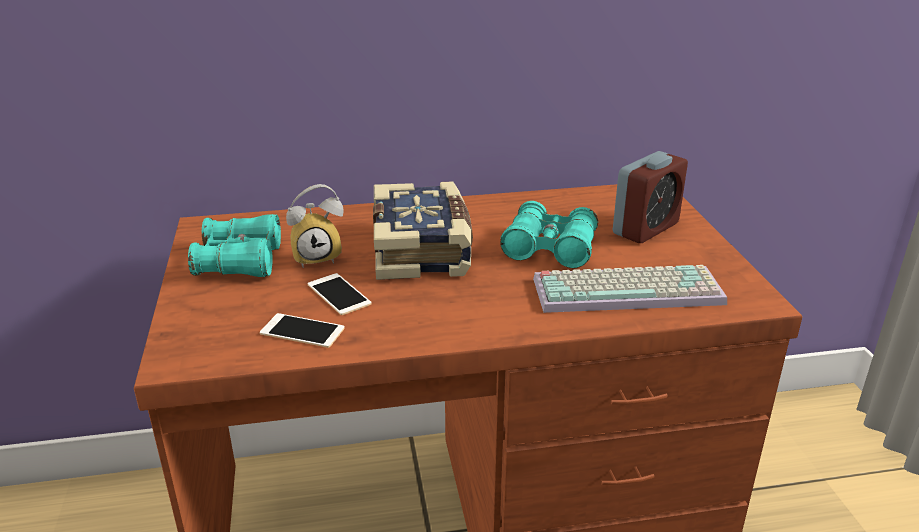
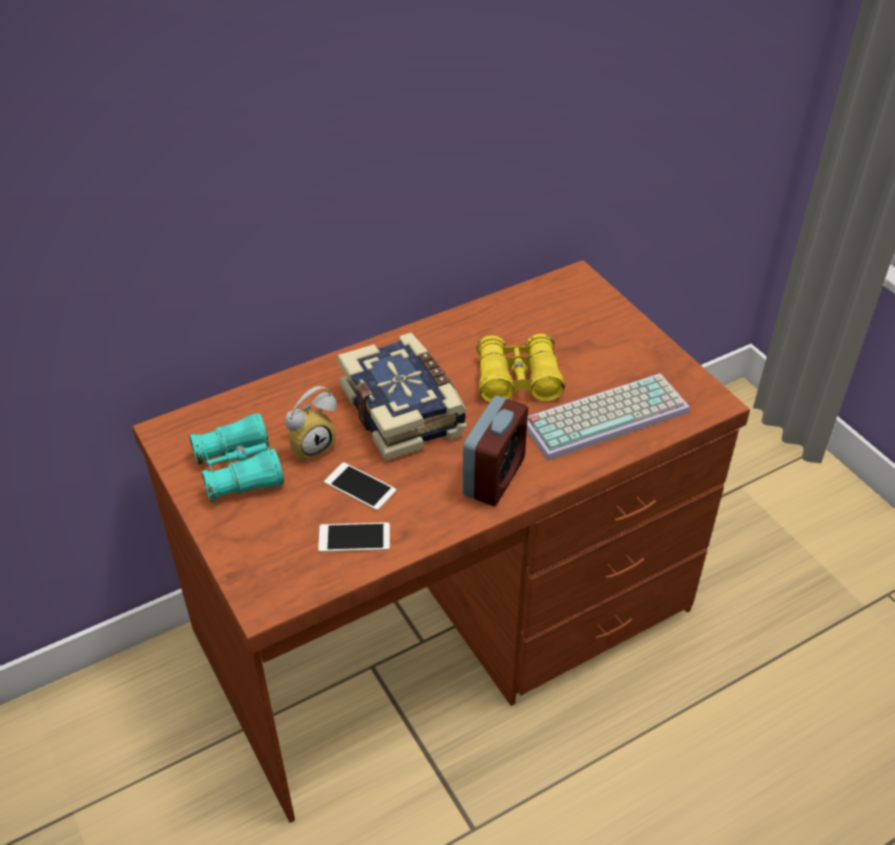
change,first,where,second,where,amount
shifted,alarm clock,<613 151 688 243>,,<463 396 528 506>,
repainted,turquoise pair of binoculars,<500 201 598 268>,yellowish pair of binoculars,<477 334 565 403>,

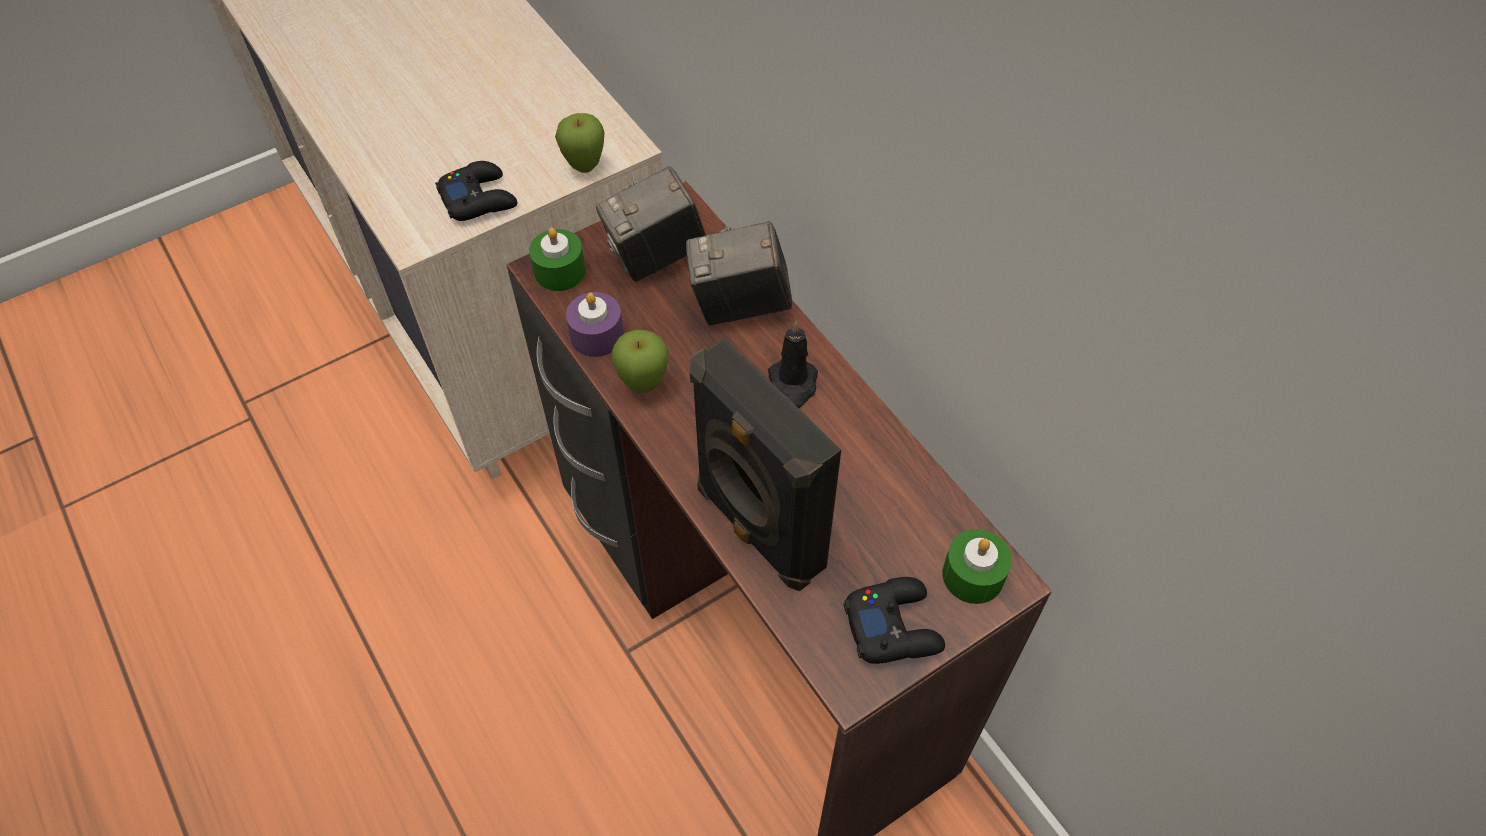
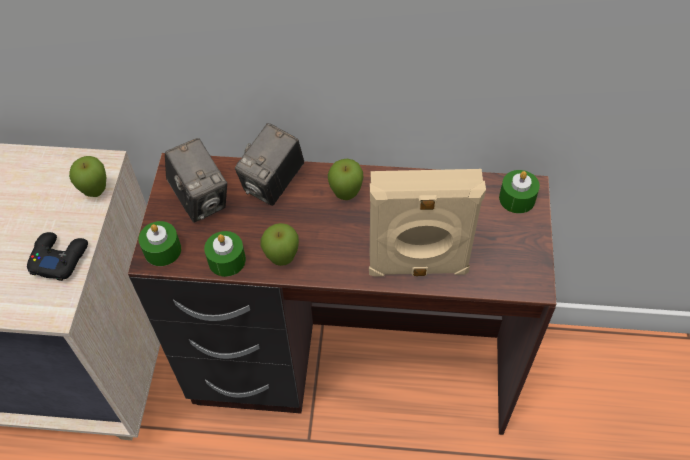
change,first,where,second,where,amount
rotated,photo camera,<596 166 706 282>,,<165 138 227 222>,45 degrees counterclockwise
repainted,purple-coloured candle,<566 292 624 357>,green-coloured candle,<204 231 246 277>,
swapped,black-coloured candle,<768 321 818 408>,whole apple,<328 159 363 200>,
repainted,black-coloured loudspeaker,<690 338 841 592>,beige loudspeaker,<369 169 486 276>,
gone,black-coloured gamepad,<844 577 945 664>,,,

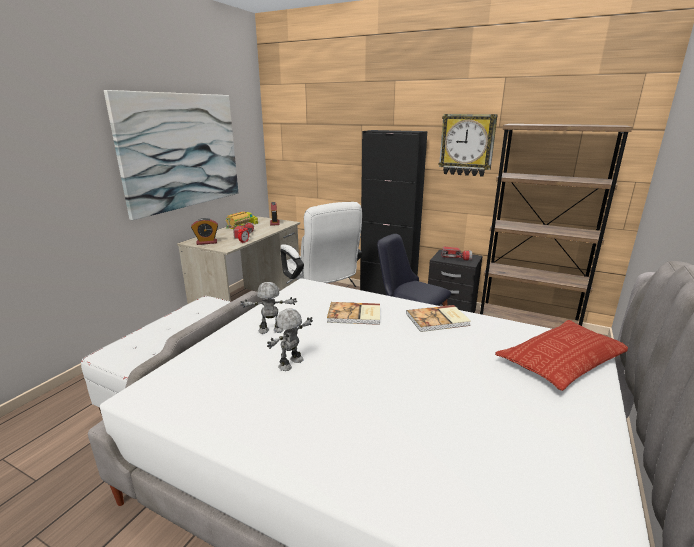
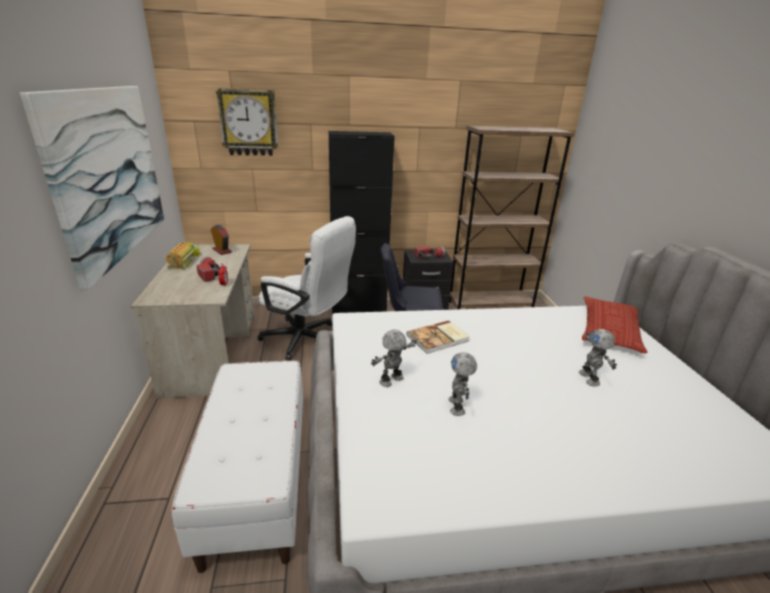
change,first,where,second,where,amount
shifted,hanging clock,<439 114 498 177>,,<216 88 278 156>,
new,,,model robot,<579 329 617 386>,
gone,alarm clock,<191 218 218 245>,,,
gone,volume,<406 305 471 332>,,,

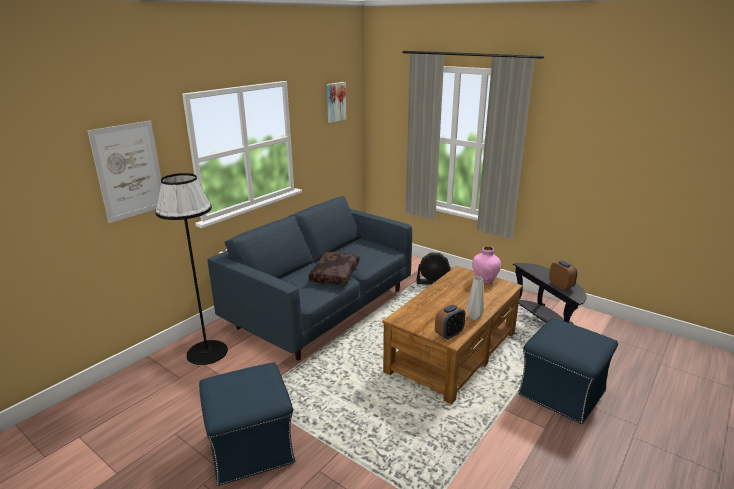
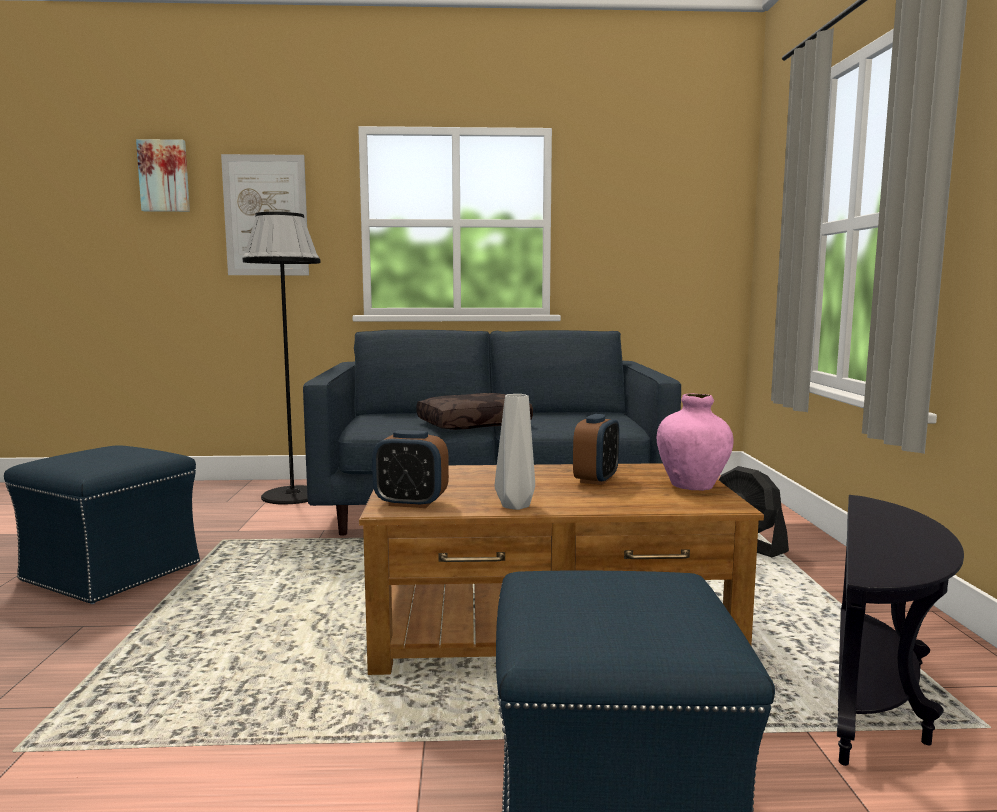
change,first,where,second,where,amount
shifted,picture,<327 82 346 123>,,<136 139 190 212>,
shifted,alarm clock,<549 261 577 290>,,<573 414 620 485>,

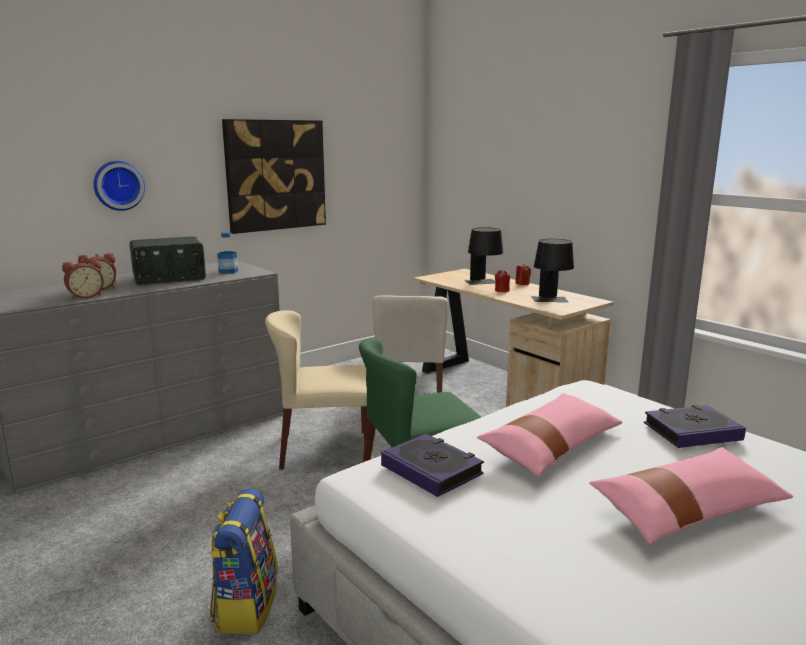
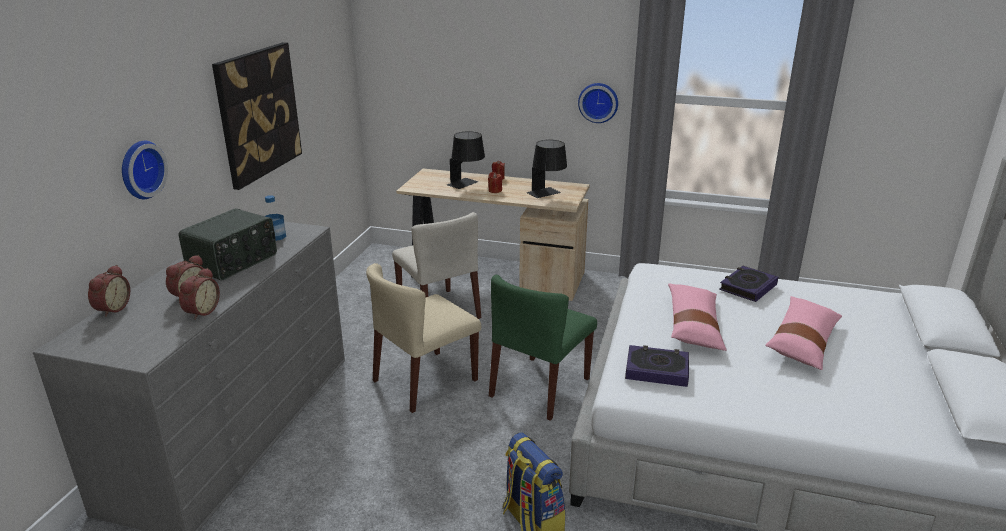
change,first,where,second,where,amount
new,,,alarm clock,<88 265 130 317>,
new,,,hanging clock,<578 83 618 123>,

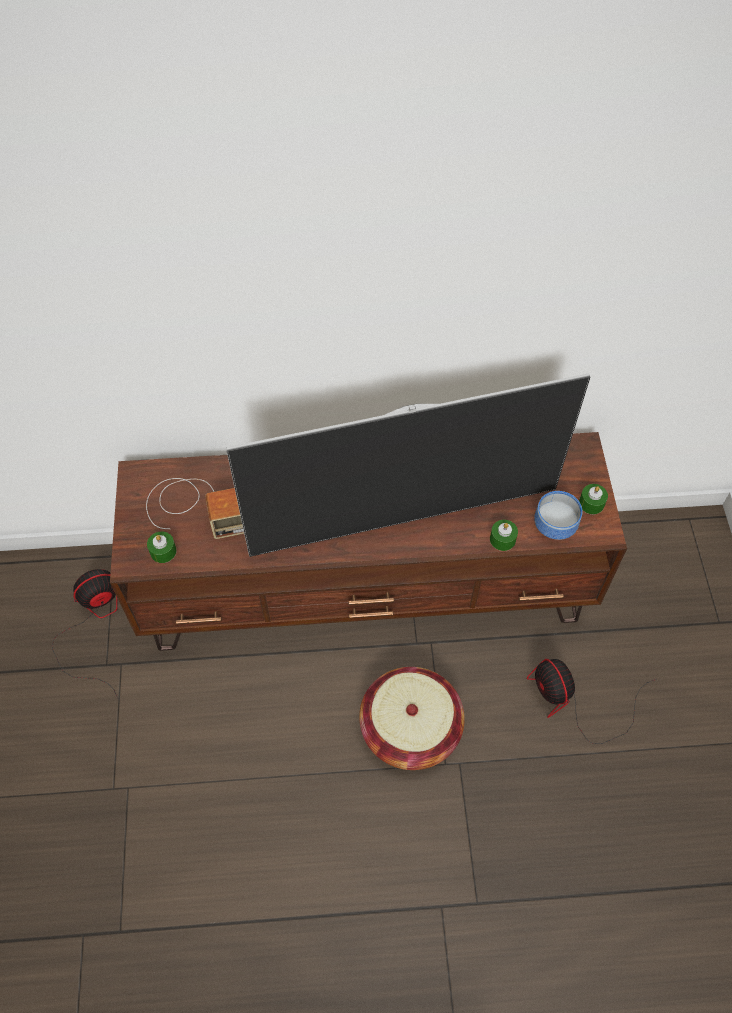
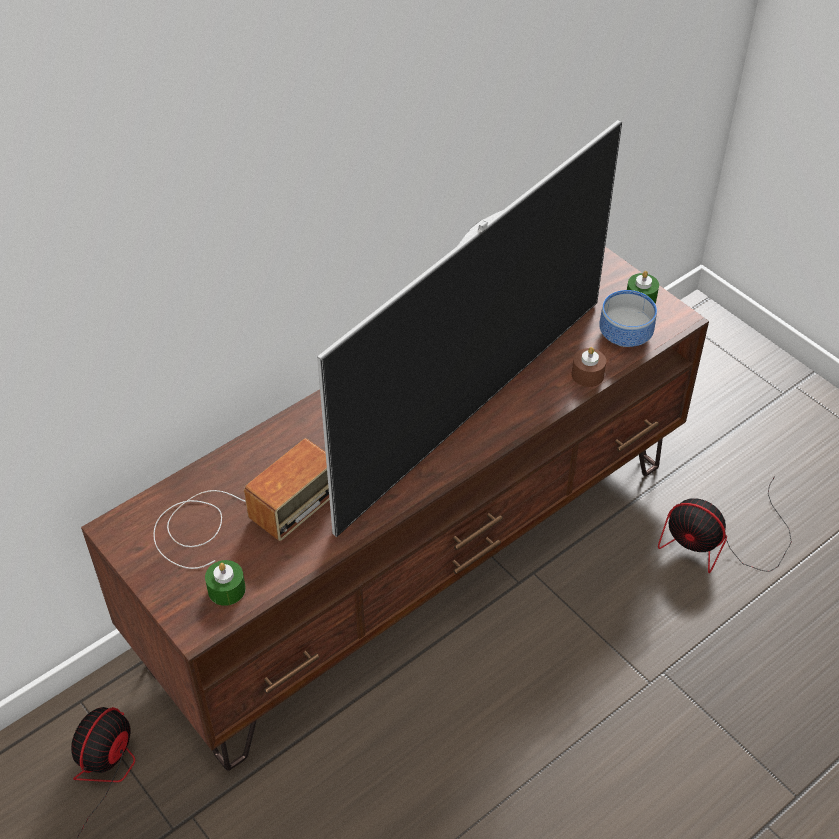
change,first,where,second,where,amount
repainted,green-coloured candle,<490 520 518 551>,brown-coloured candle,<572 347 606 387>,
gone,storage basket,<359 667 465 770>,,,

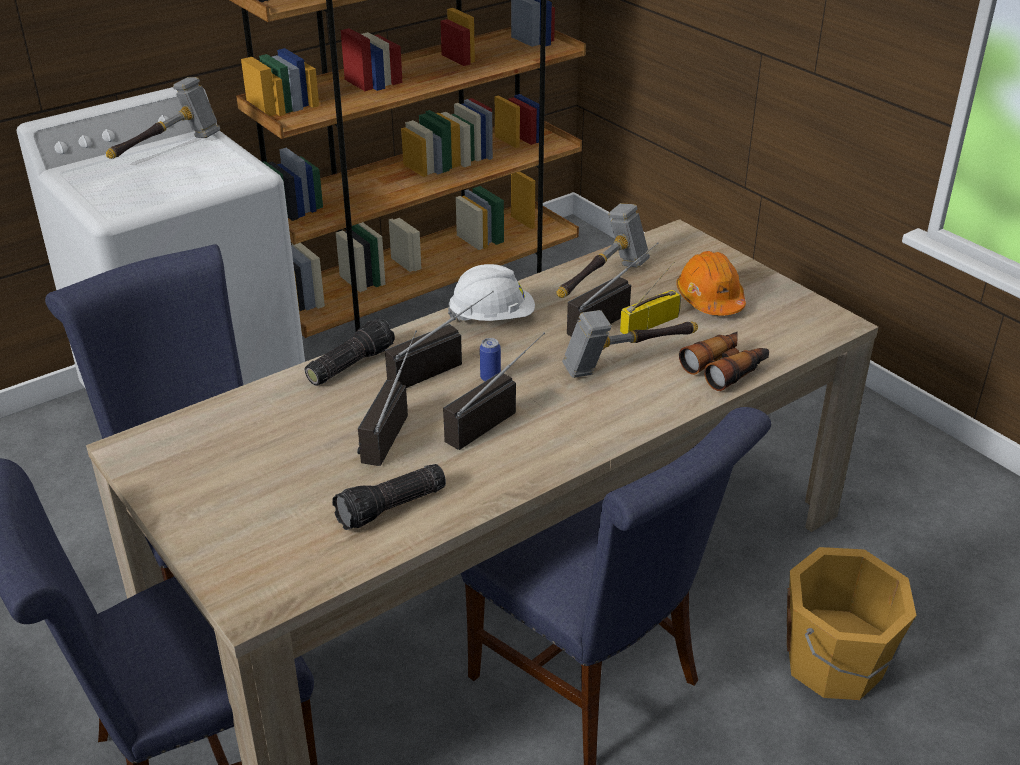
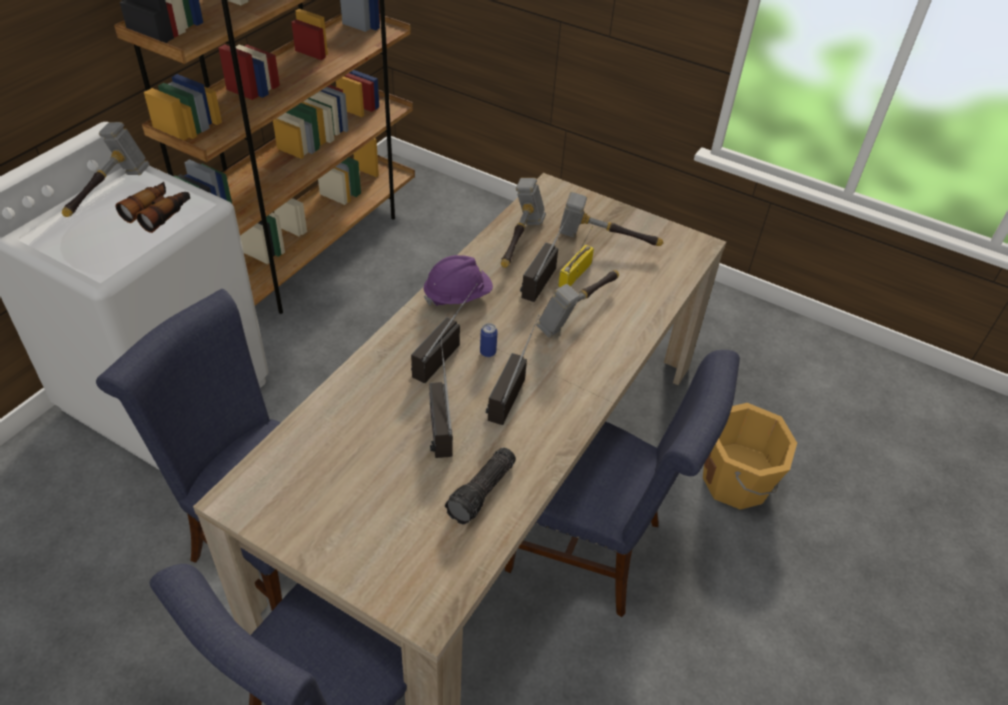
change,first,where,second,where,amount
shifted,pair of binoculars,<679 332 769 391>,,<116 182 190 233>,
repainted,whitish safety helmet,<448 264 535 321>,purple-coloured safety helmet,<423 255 493 306>,
swapped,orangey safety helmet,<676 251 746 316>,hammer,<559 192 664 246>,
gone,hand torch,<305 318 395 386>,,,

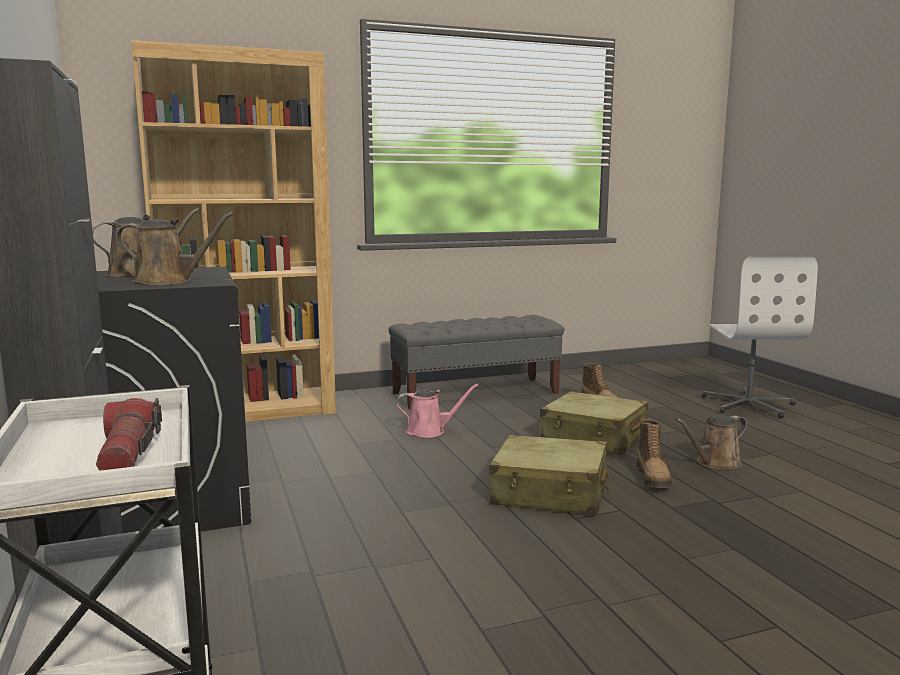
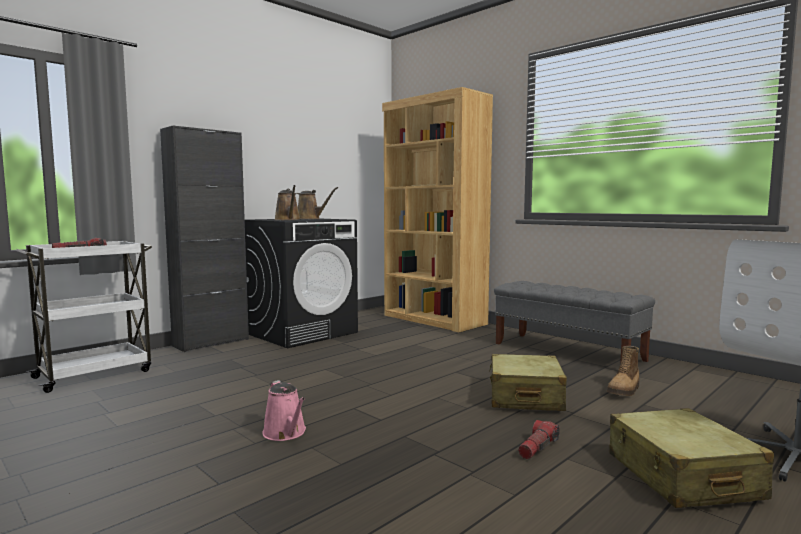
change,first,where,second,where,amount
shifted,pink-coloured watering can,<396 384 479 438>,,<262 380 306 441>,
swapped,brown-coloured watering can,<676 414 747 469>,hand torch,<518 420 560 459>,
shifted,beige travel case,<489 435 610 515>,,<610 408 774 508>,
gone,tall boot,<636 419 672 488>,,,

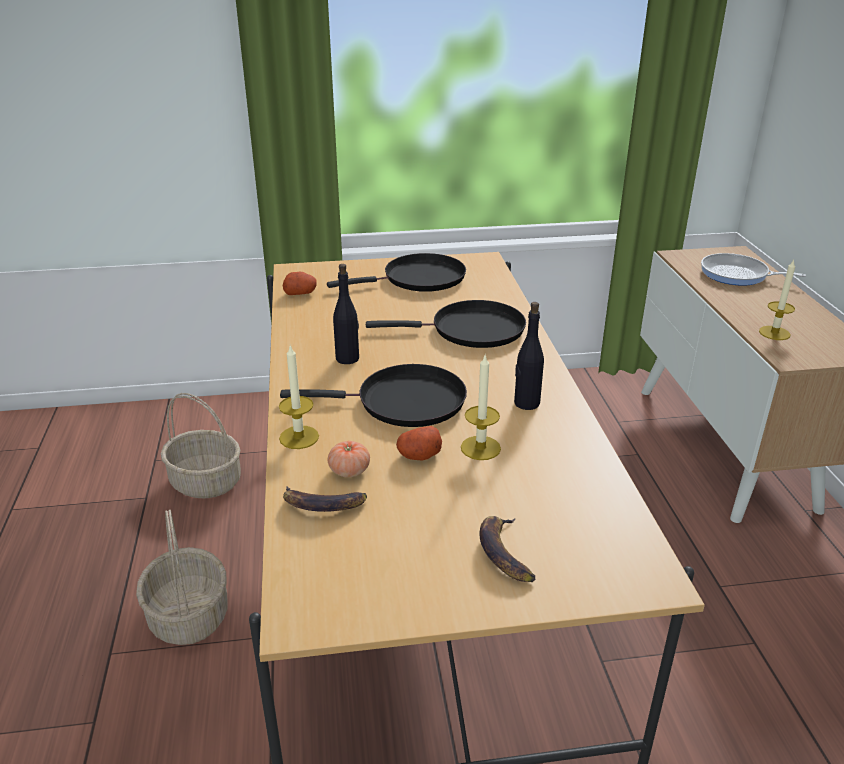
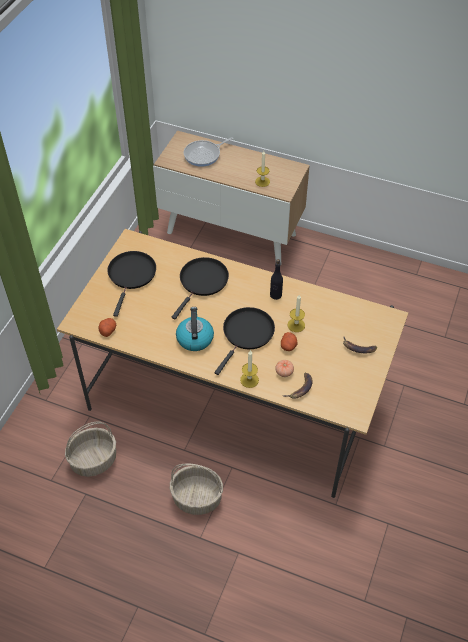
change,first,where,second,where,amount
swapped,black-coloured bottle,<333 264 359 364>,tea kettle,<176 307 214 351>,

